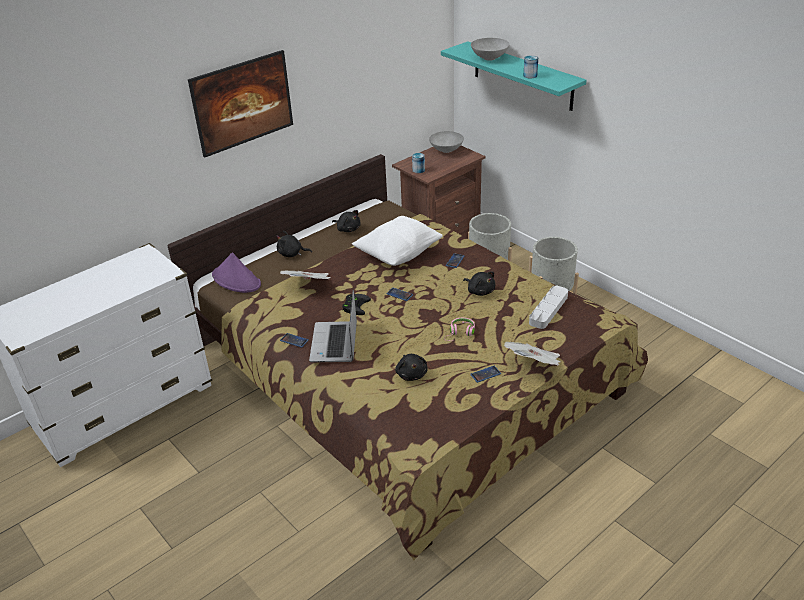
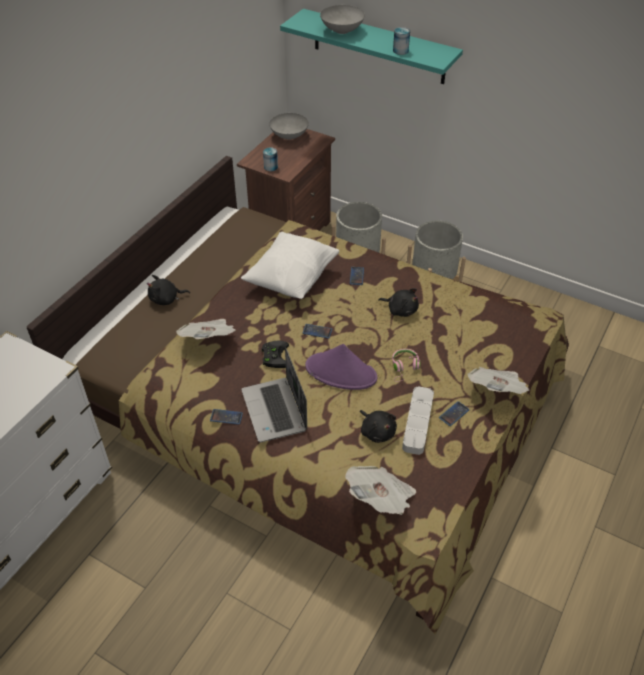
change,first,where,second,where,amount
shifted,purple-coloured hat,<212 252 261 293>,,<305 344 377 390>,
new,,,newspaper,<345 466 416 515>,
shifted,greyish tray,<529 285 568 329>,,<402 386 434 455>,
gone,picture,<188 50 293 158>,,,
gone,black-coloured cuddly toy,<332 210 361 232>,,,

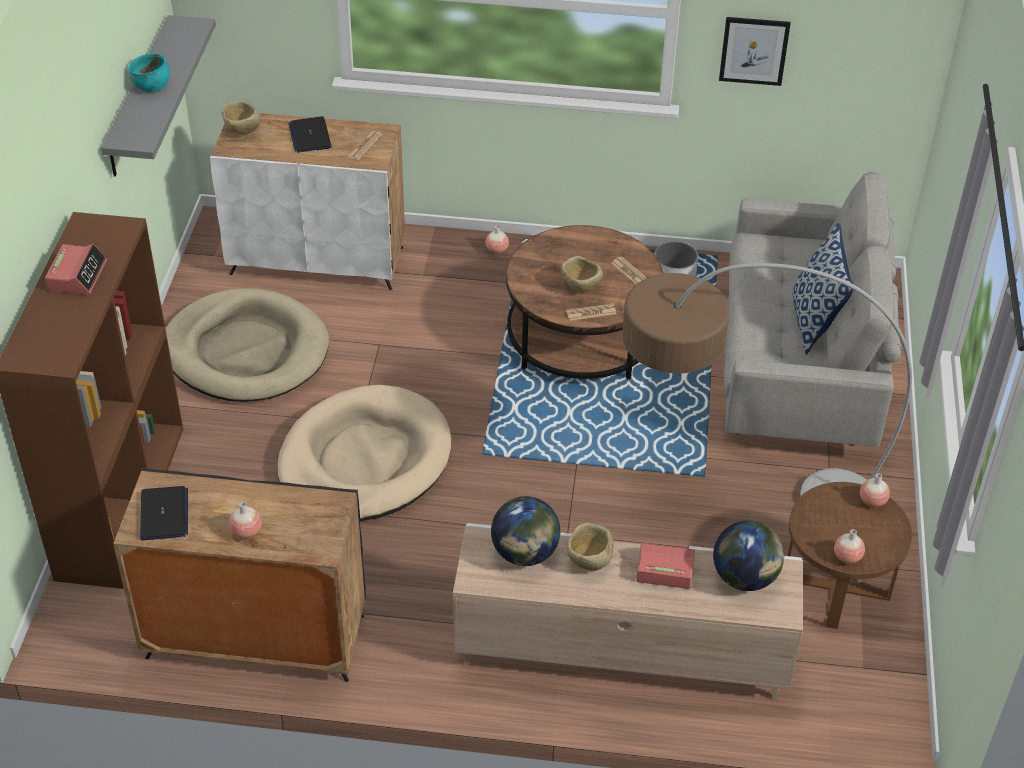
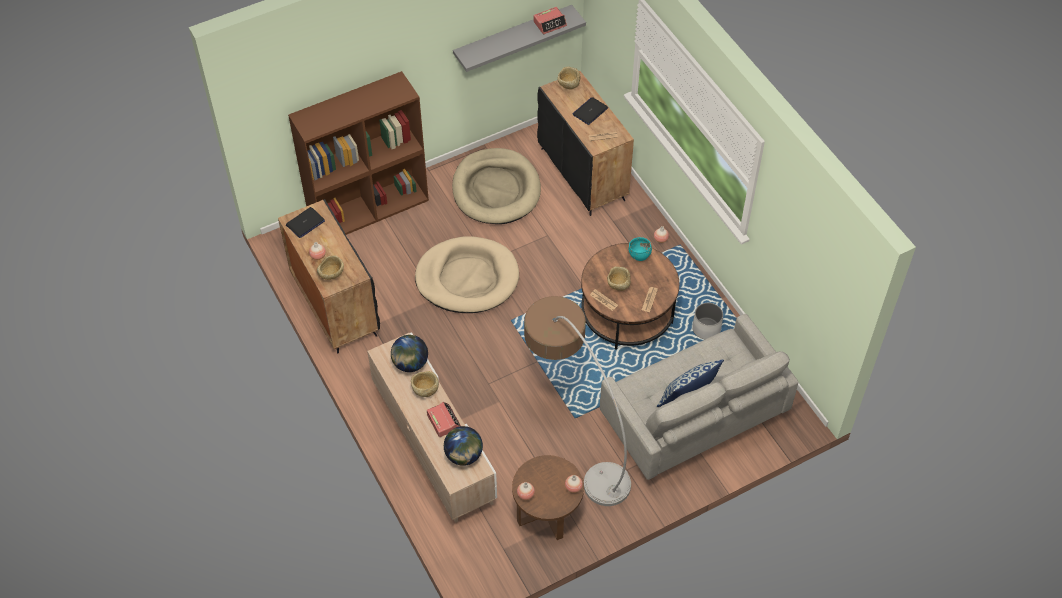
change,first,where,second,where,amount
new,,,beige serving bowl,<317 255 344 280>,
shifted,alarm clock,<45 244 107 295>,,<534 7 567 34>,
repainted,whitish storage cabinet,<210 113 405 290>,black-coloured storage cabinet,<537 71 634 216>,
shifted,turquoise serving bowl,<128 53 170 92>,,<629 237 652 261>,
gone,picture,<719 17 791 86>,,,

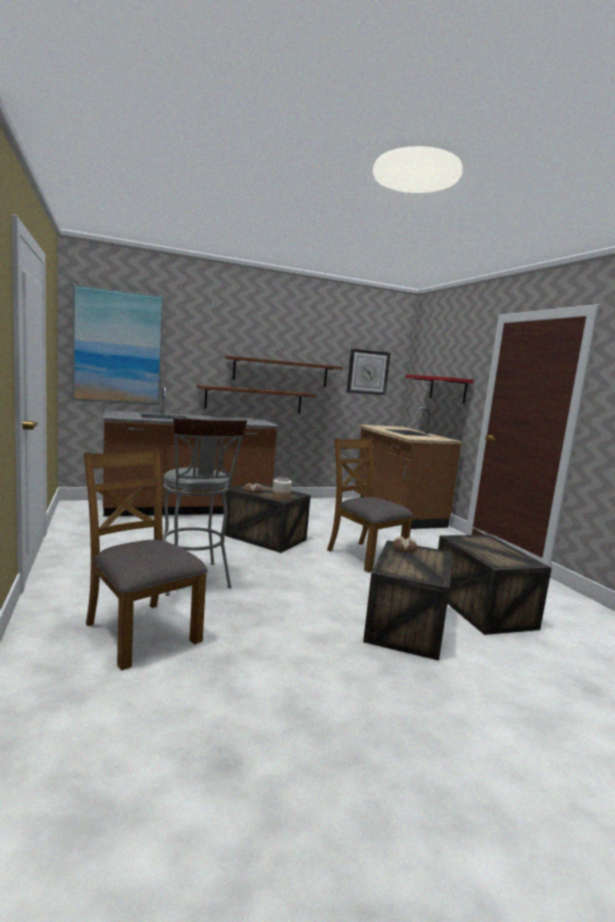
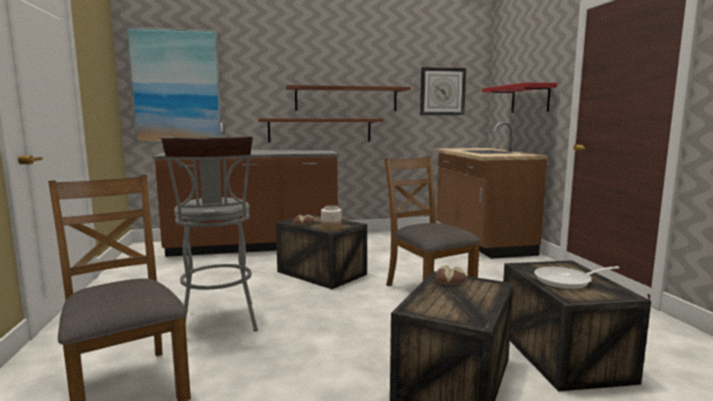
change,first,where,second,where,amount
new,,,frying pan,<534 266 620 289>,

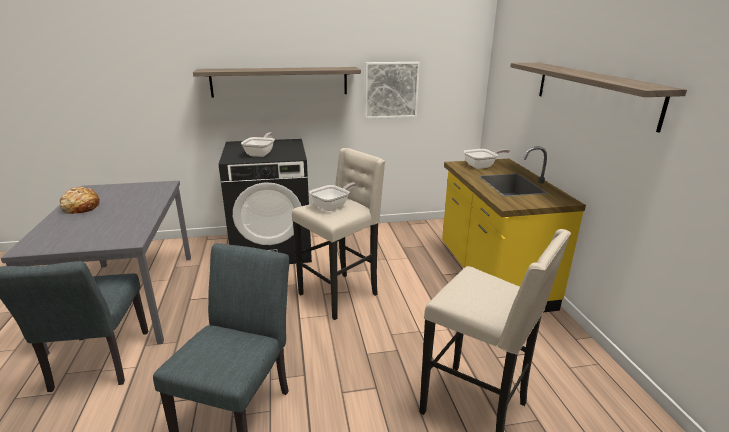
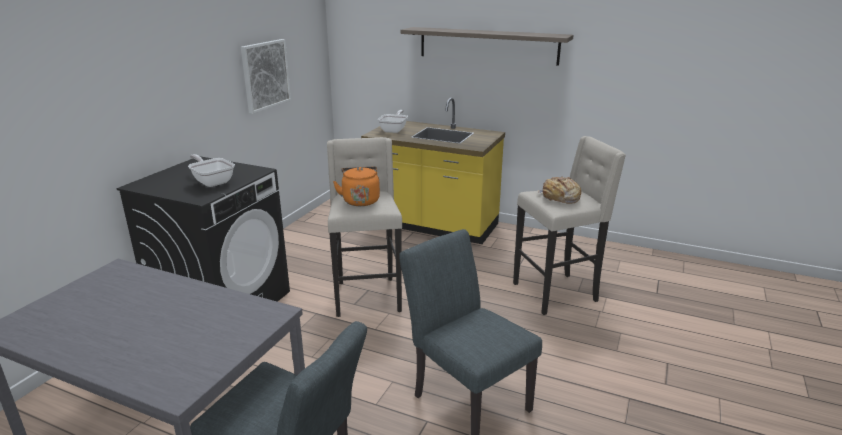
change,first,where,second,where,amount
swapped,frying pan,<309 182 356 211>,orangey tea kettle,<333 166 380 206>,
shifted,bread,<60 187 100 214>,,<538 176 581 204>,
gone,bracket shelf,<193 67 361 97>,,,

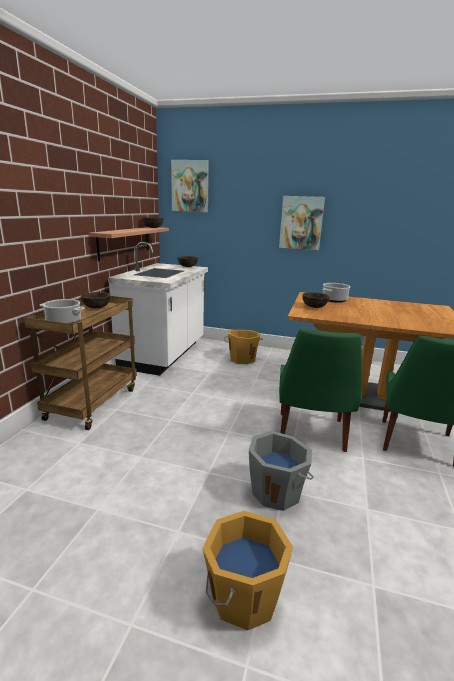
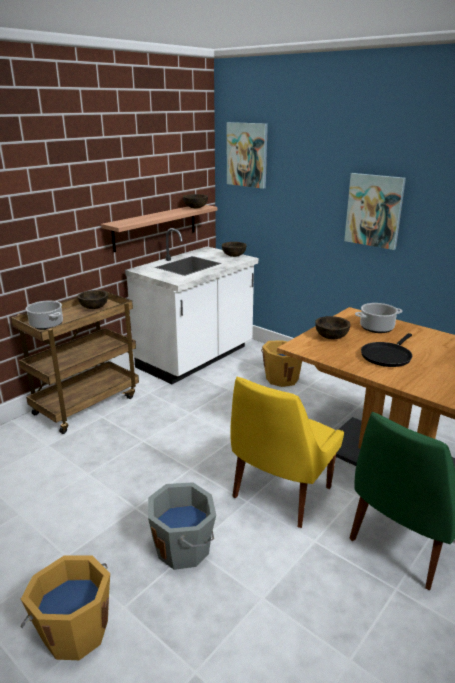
change,first,where,second,where,amount
repainted,green-coloured upright chair,<279 329 362 452>,yellowish upright chair,<230 377 344 528>,
new,,,black-coloured frying pan,<361 333 412 367>,

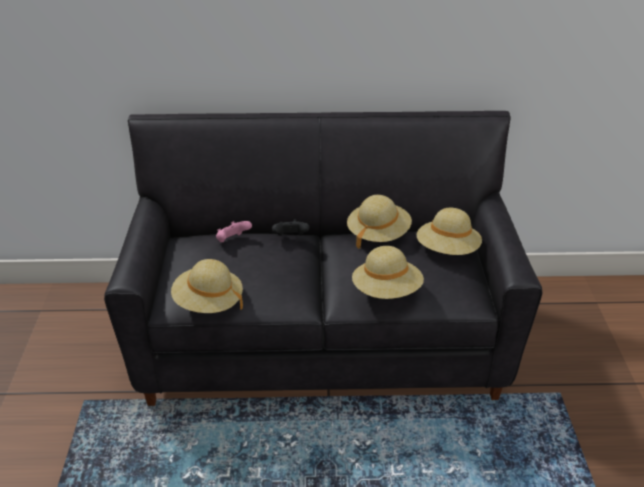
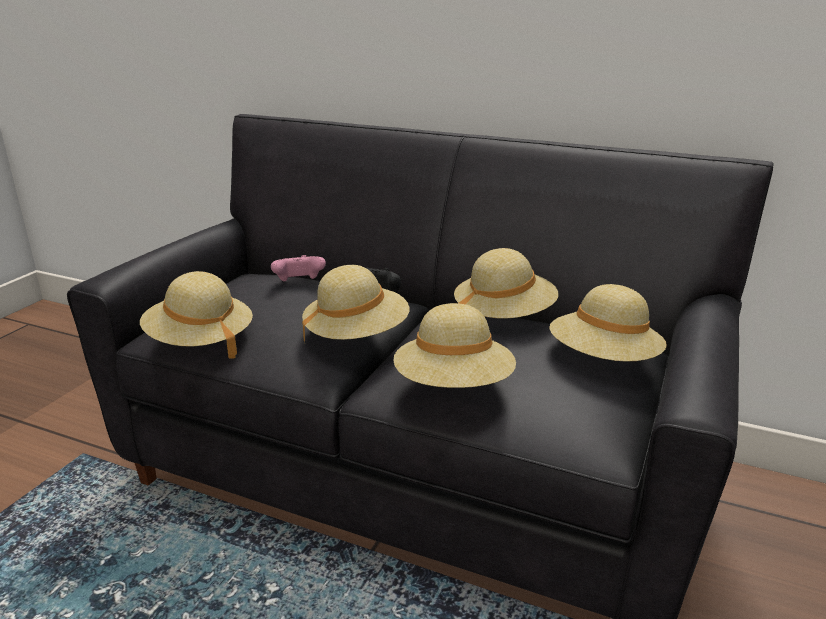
change,first,where,second,where,amount
new,,,beige hat,<302 265 409 345>,

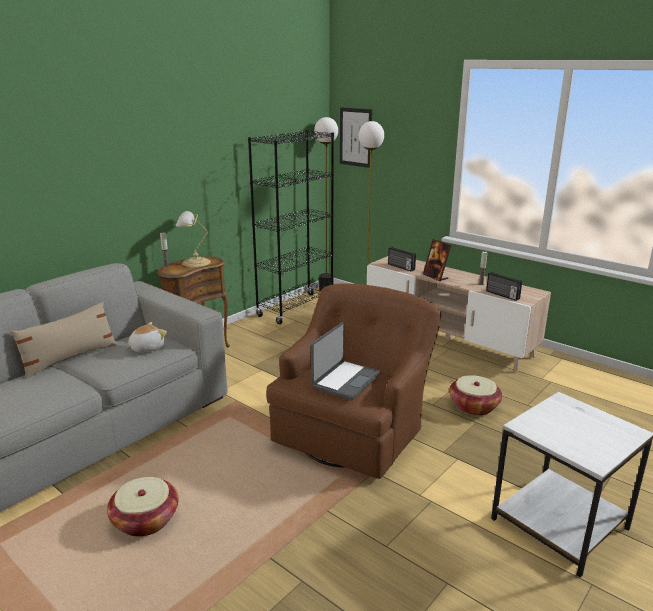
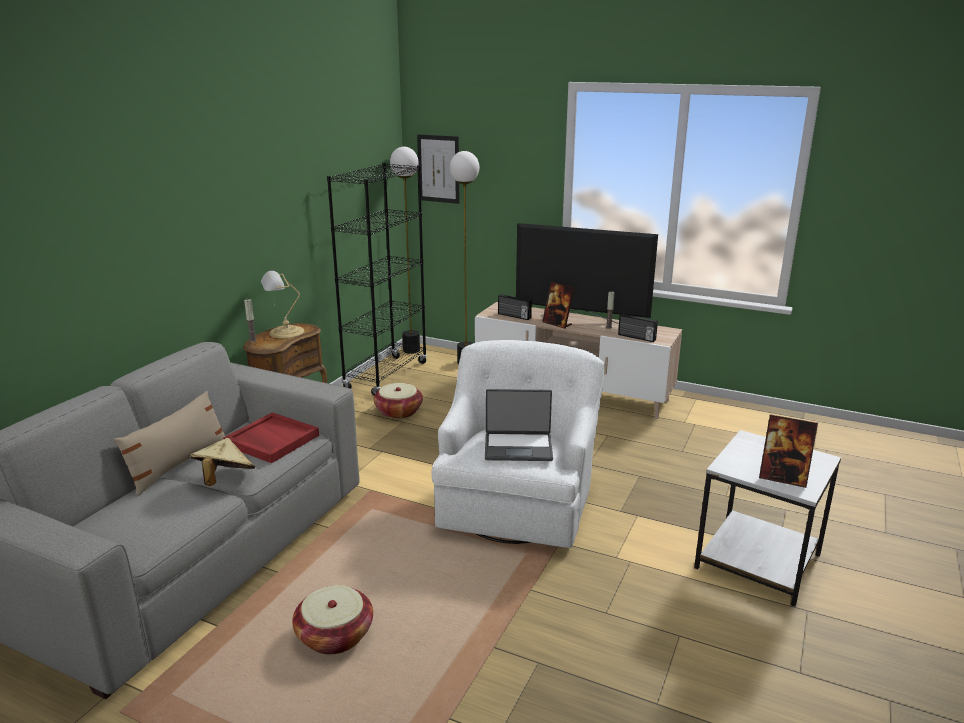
change,first,where,second,where,amount
new,,,beige hat,<189 438 255 486>,
swapped,cuddly toy,<126 322 167 353>,reddish tray,<223 413 319 463>,
shifted,storage basket,<449 375 502 416>,,<374 383 423 419>,
repainted,brown-coloured armchair,<266 283 442 479>,whitish armchair,<432 340 605 548>,
rotated,laptop,<311 322 381 400>,,<485 389 553 461>,75 degrees clockwise
new,,,TV set,<516 223 658 324>,
new,,,picture frame,<759 414 818 488>,

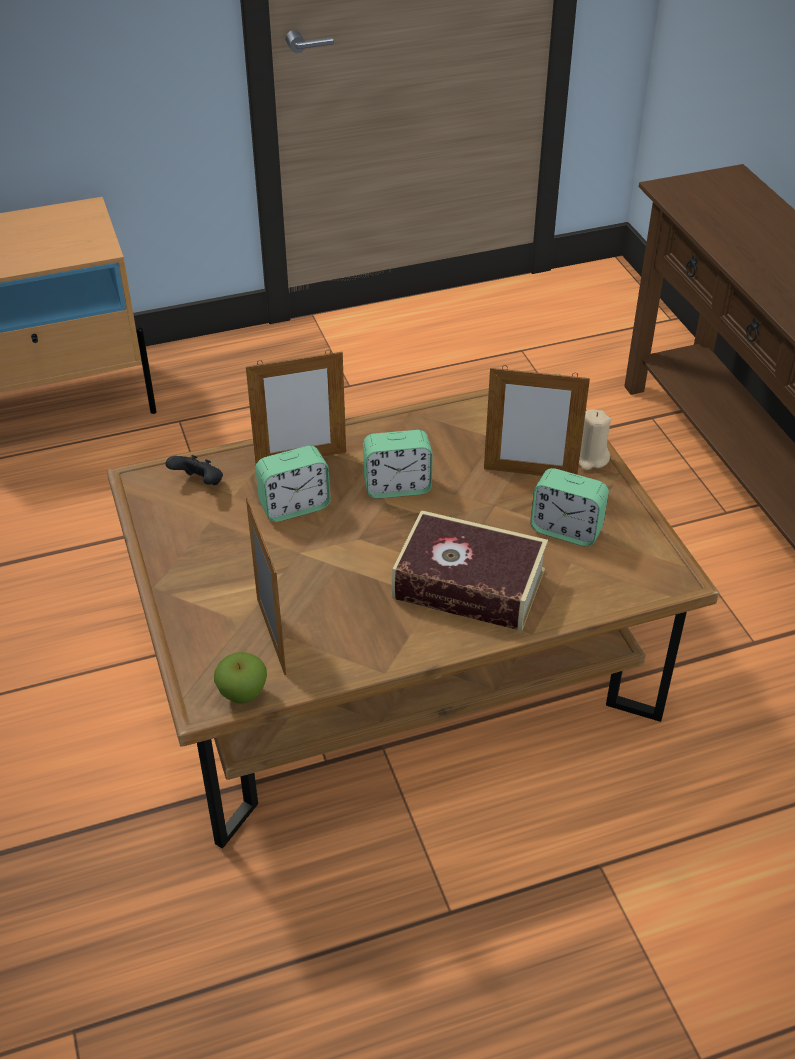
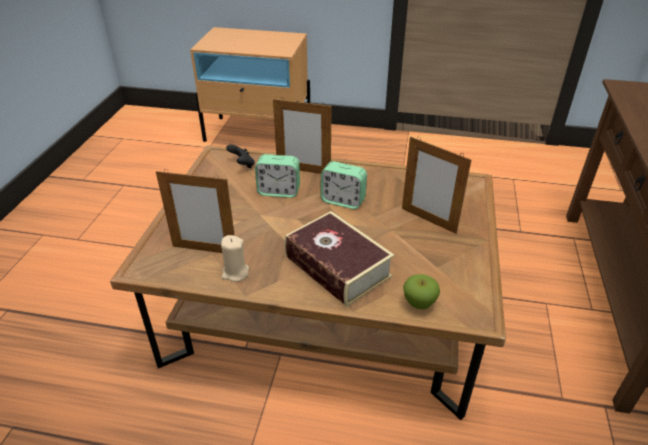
change,first,where,second,where,amount
rotated,picture frame,<246 497 286 675>,,<156 169 235 253>,90 degrees clockwise
shifted,beige candle,<579 409 611 470>,,<221 235 249 282>,
shifted,whole apple,<214 652 267 704>,,<403 274 440 309>,
gone,alarm clock,<530 468 609 547>,,,

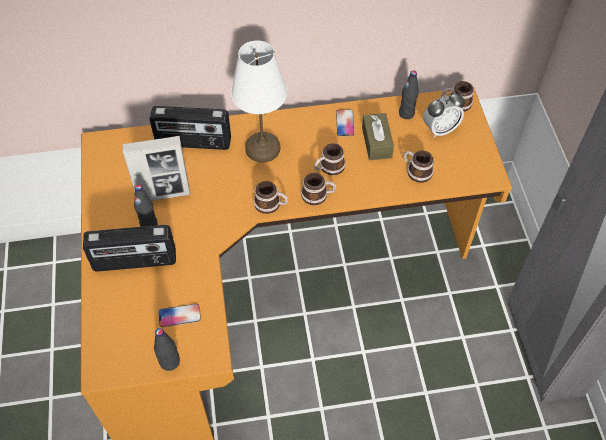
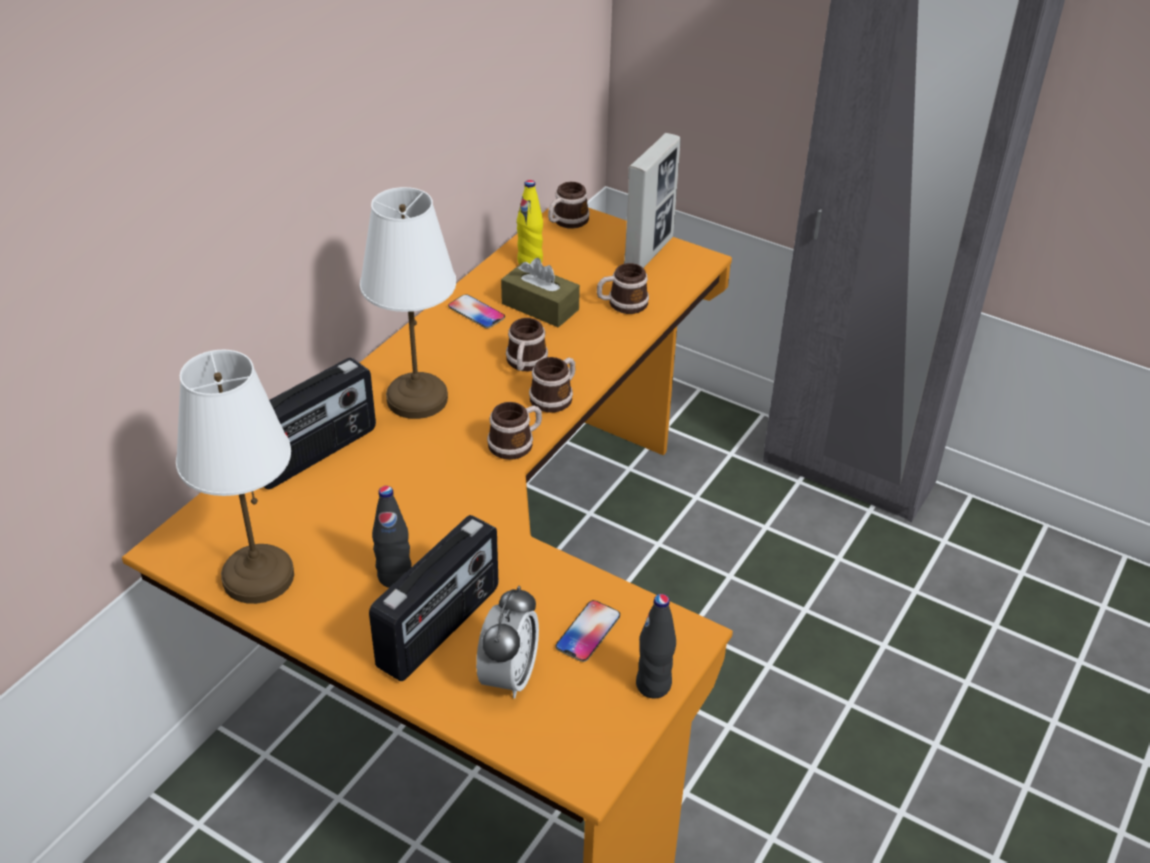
change,first,where,second,where,amount
new,,,whitish lamp for a table,<176 350 294 604>,
shifted,alarm clock,<423 92 465 138>,,<476 586 539 699>,
repainted,black-coloured bottle,<399 71 418 119>,yellowish bottle,<517 180 543 264>,
shifted,picture frame,<122 136 190 201>,,<624 133 681 268>,

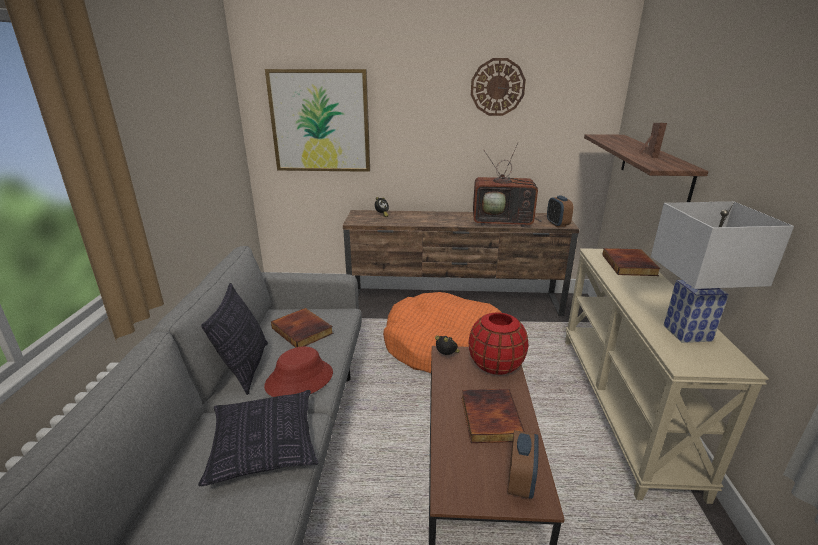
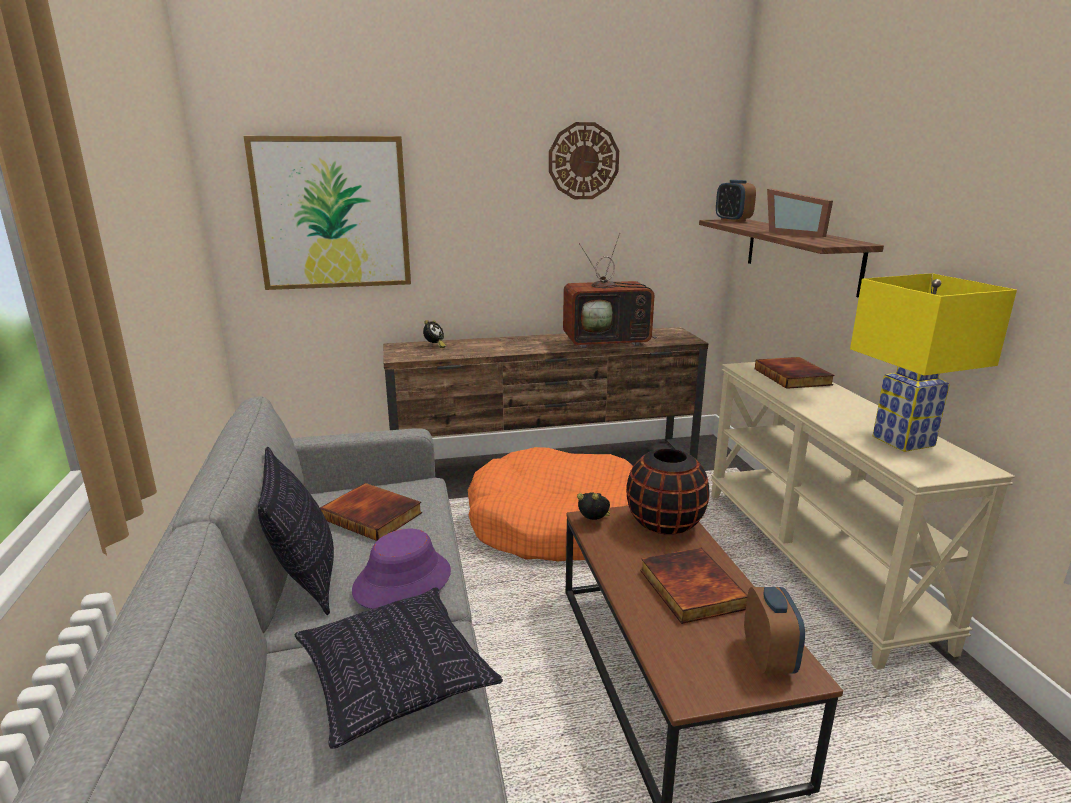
change,first,where,second,where,amount
repainted,reddish hat,<264 347 333 397>,purple-coloured hat,<352 529 451 609>,
repainted,reddish decorative vase,<469 312 528 375>,black-coloured decorative vase,<626 449 710 535>,
shifted,alarm clock,<547 196 573 227>,,<716 180 756 222>,
rotated,picture frame,<639 123 667 158>,,<767 189 833 237>,135 degrees clockwise
repainted,whitish lamp for a table,<651 201 794 343>,yellowish lamp for a table,<850 273 1017 452>,

